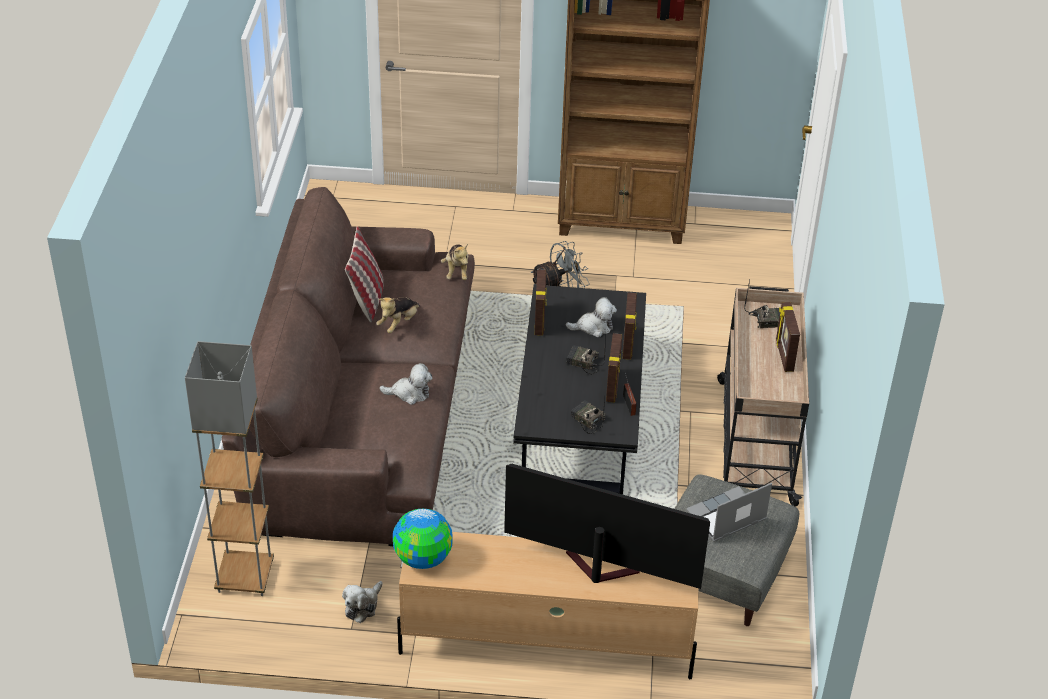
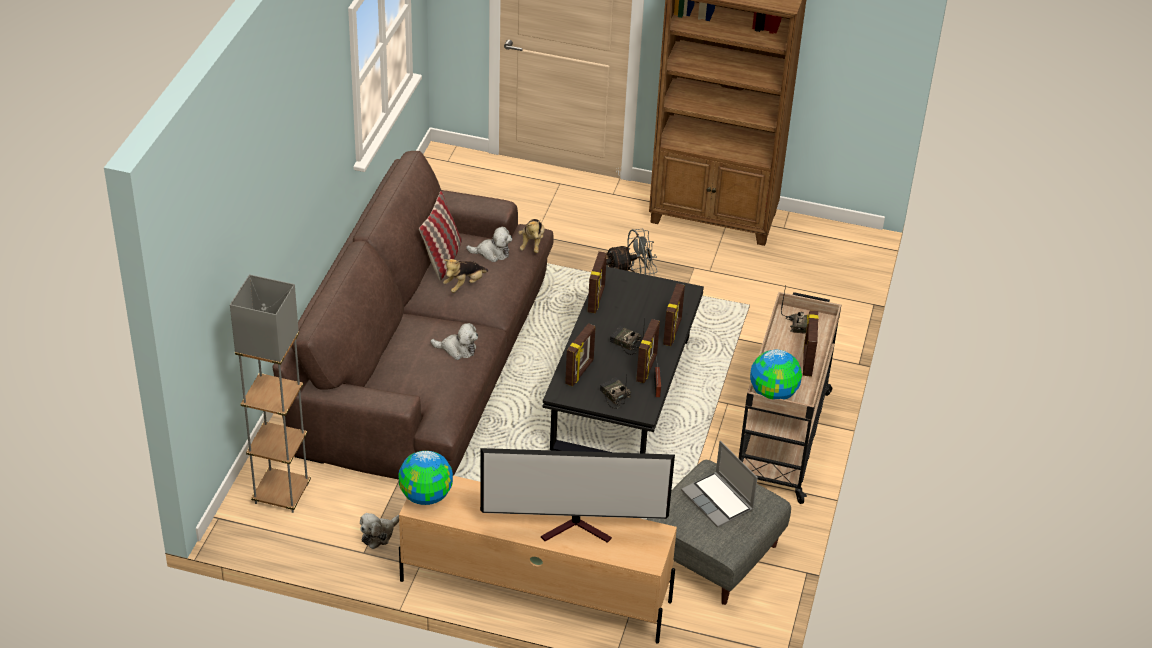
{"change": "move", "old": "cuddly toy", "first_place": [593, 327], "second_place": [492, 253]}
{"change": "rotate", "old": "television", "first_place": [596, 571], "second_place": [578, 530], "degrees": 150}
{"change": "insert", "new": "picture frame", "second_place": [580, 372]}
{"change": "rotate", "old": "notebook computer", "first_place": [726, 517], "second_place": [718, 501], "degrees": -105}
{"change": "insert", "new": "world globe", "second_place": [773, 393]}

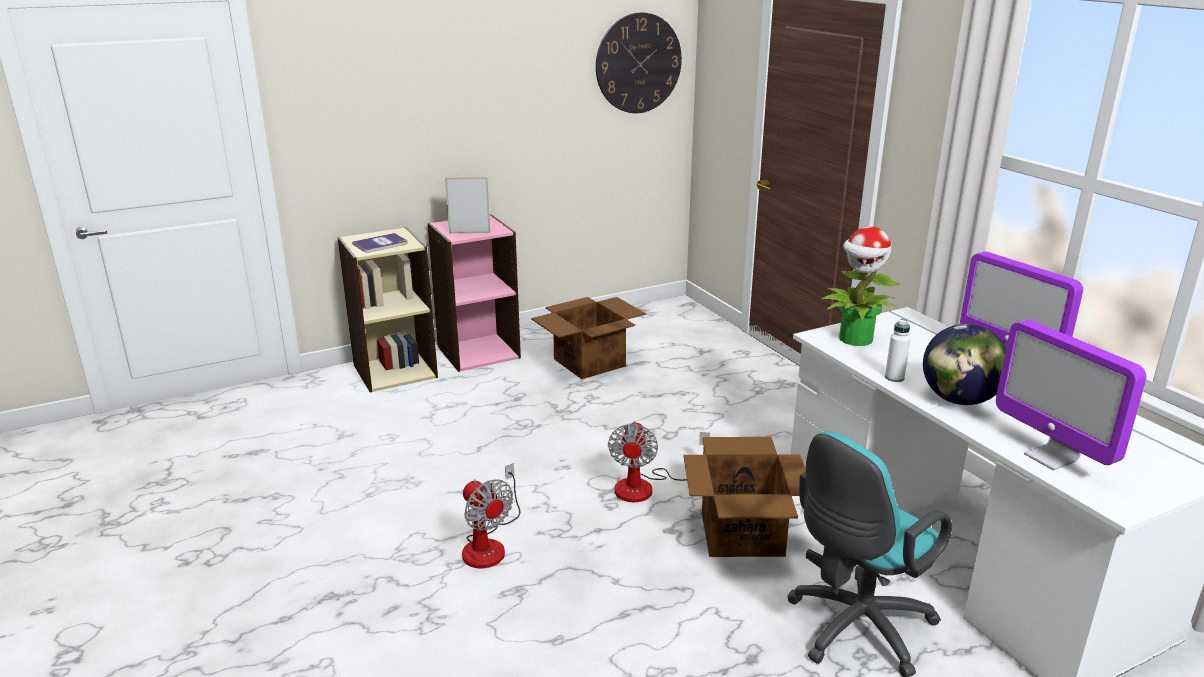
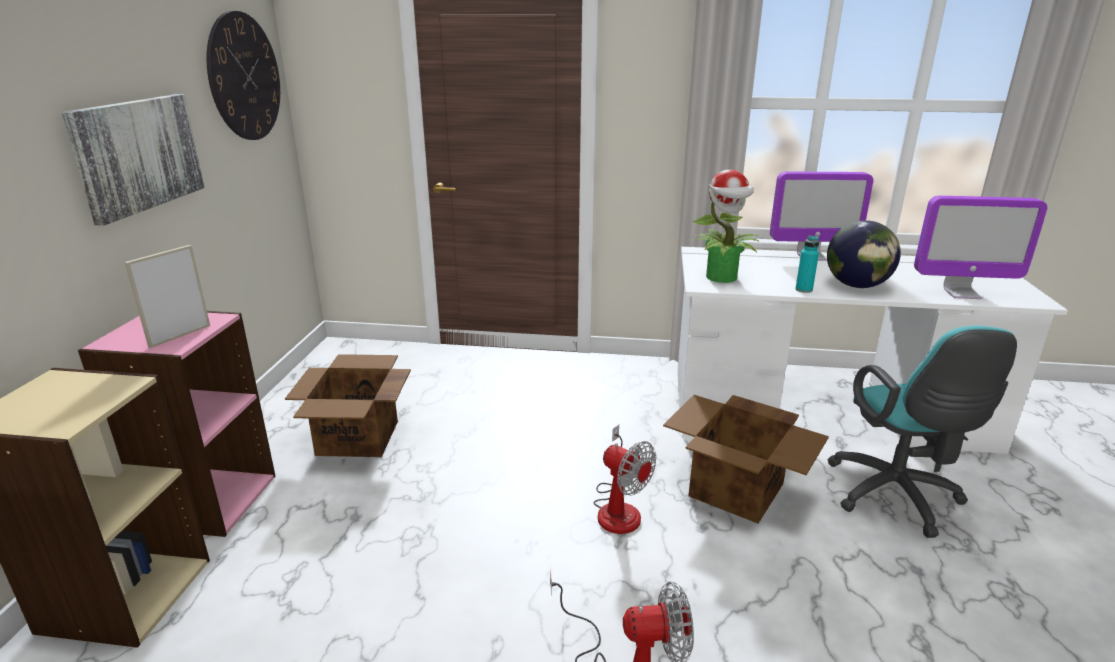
{"change": "insert", "new": "wall art", "second_place": [138, 154]}
{"change": "recolor", "old": "white bottle", "new": "turquoise bottle", "first_place": [894, 378], "second_place": [803, 290]}
{"change": "delete", "old": "book", "first_place": [380, 244]}

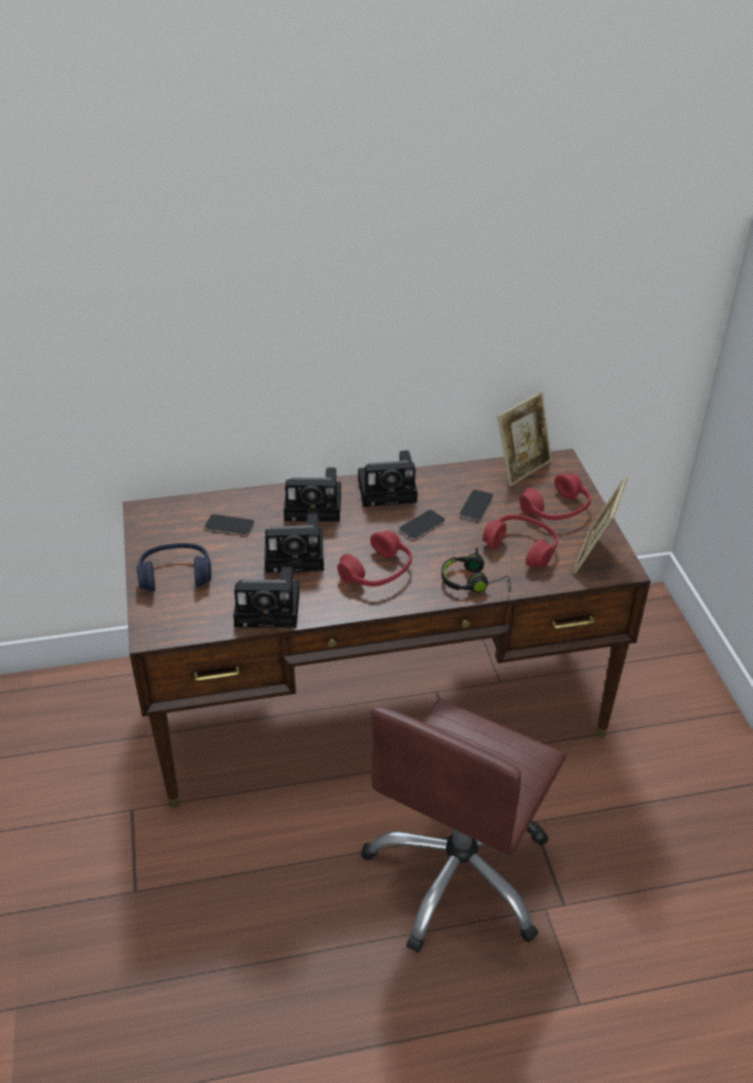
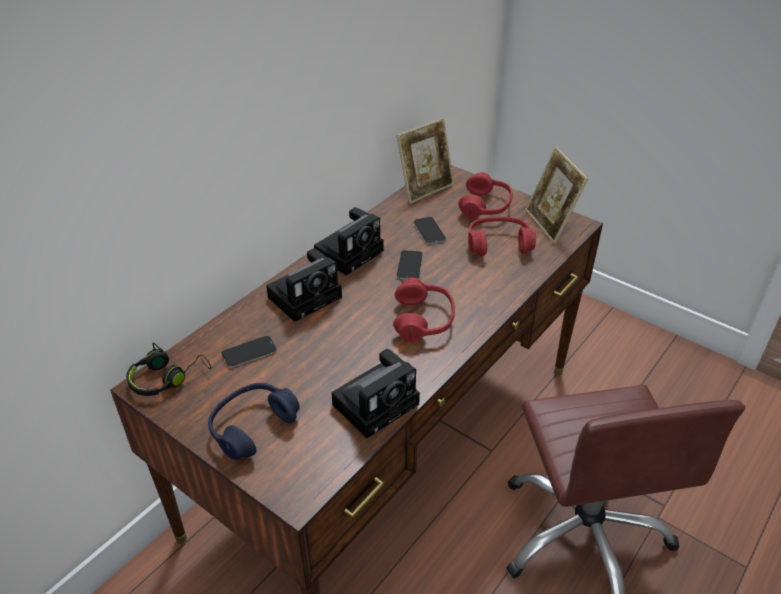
{"change": "move", "old": "blackish pair of headphones", "first_place": [474, 582], "second_place": [167, 378]}
{"change": "rotate", "old": "picture frame", "first_place": [522, 468], "second_place": [425, 189], "degrees": 45}
{"change": "delete", "old": "photo camera", "first_place": [297, 555]}

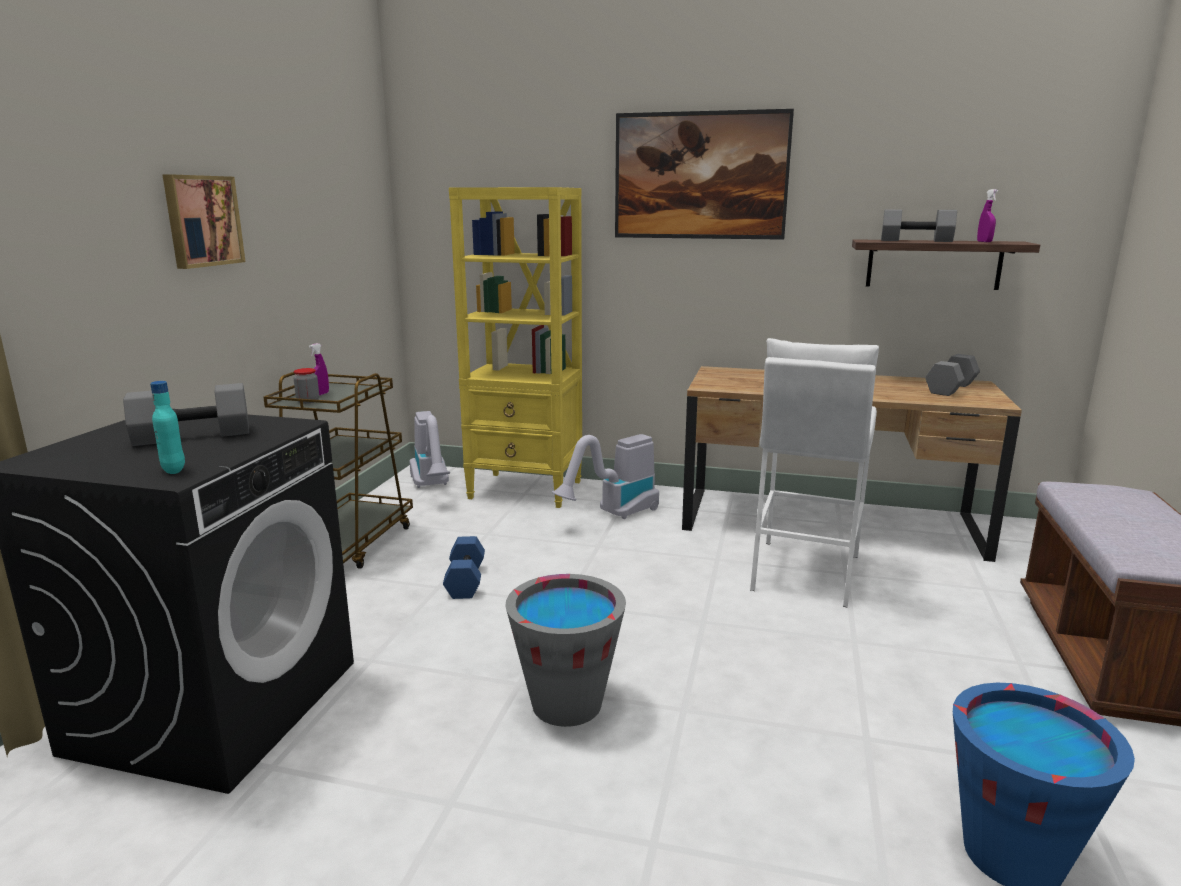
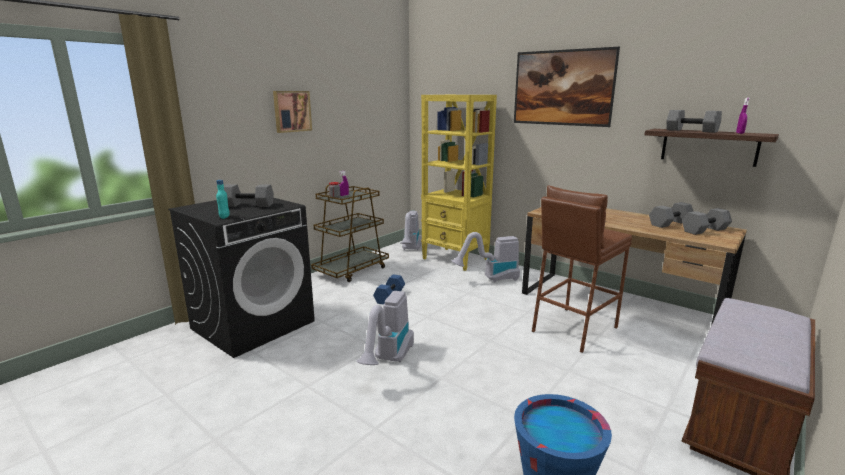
{"change": "replace", "old": "greyish water bucket", "new": "hoover", "first_place": [566, 704], "second_place": [388, 360]}
{"change": "recolor", "old": "white stool", "new": "brown stool", "first_place": [804, 572], "second_place": [573, 329]}
{"change": "insert", "new": "greyish free weight", "second_place": [669, 223]}

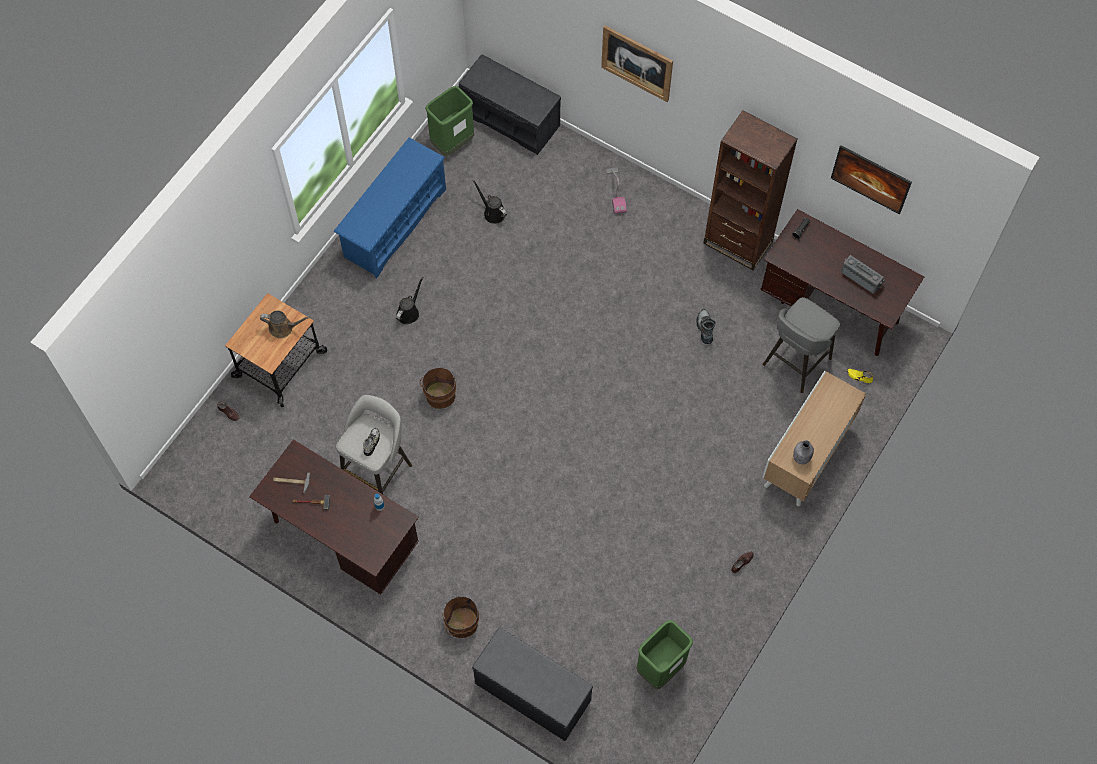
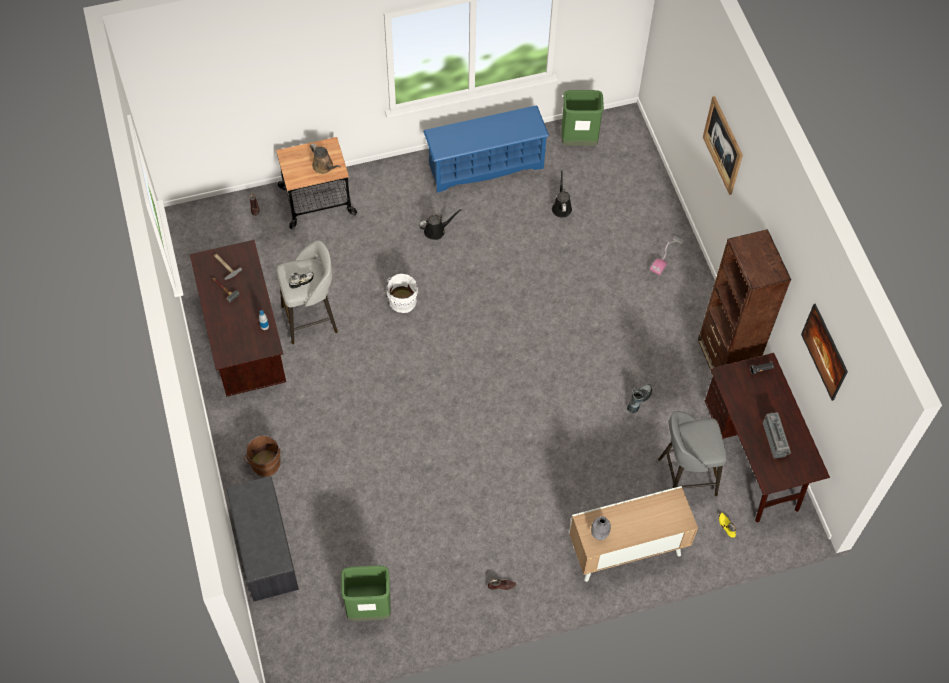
{"change": "recolor", "old": "brown water bucket", "new": "white water bucket", "first_place": [440, 393], "second_place": [403, 300]}
{"change": "delete", "old": "greyish indoor bench", "first_place": [511, 119]}

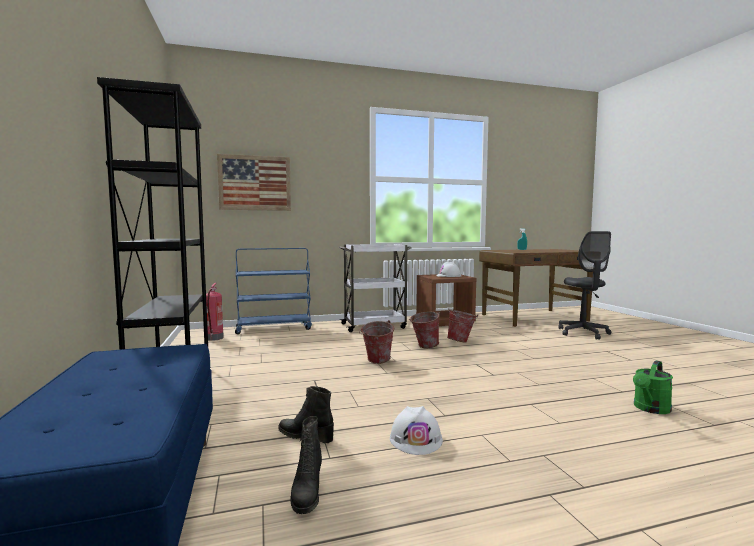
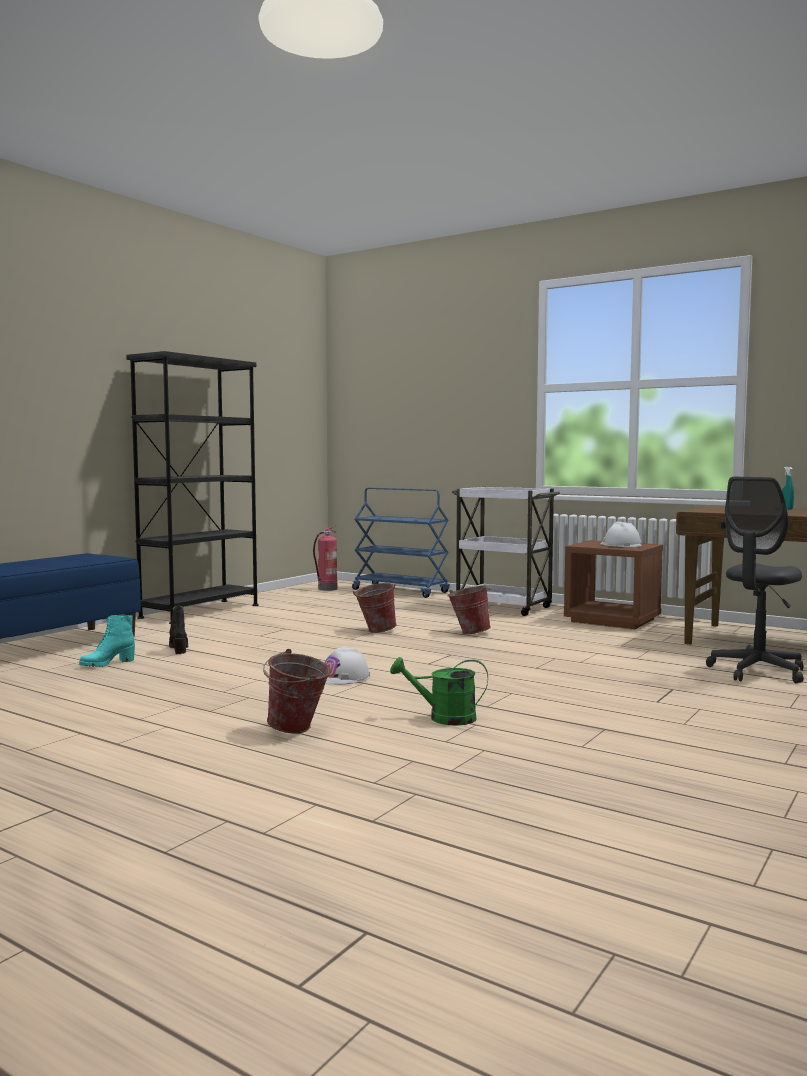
{"change": "recolor", "old": "blackish tall boot", "new": "turquoise tall boot", "first_place": [306, 493], "second_place": [107, 664]}
{"change": "move", "old": "water bucket", "first_place": [462, 341], "second_place": [297, 730]}
{"change": "move", "old": "white hard hat", "first_place": [416, 439], "second_place": [343, 678]}
{"change": "delete", "old": "wall art", "first_place": [255, 183]}

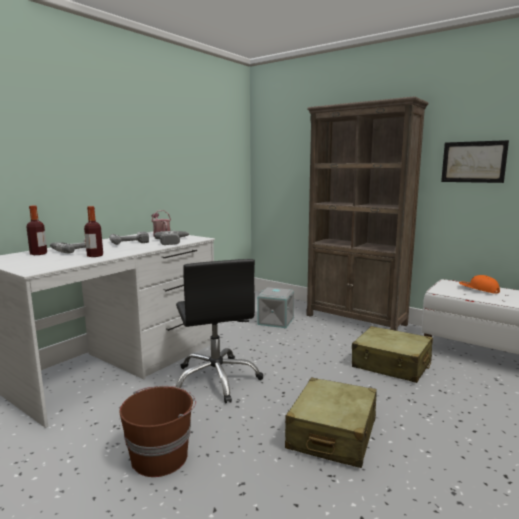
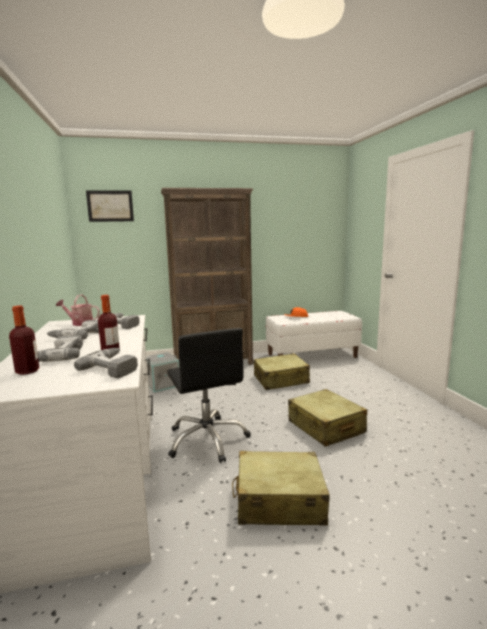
{"change": "insert", "new": "power drill", "second_place": [115, 367]}
{"change": "move", "old": "wall art", "first_place": [473, 162], "second_place": [110, 206]}
{"change": "rotate", "old": "blackish computer chair", "first_place": [216, 379], "second_place": [207, 439], "degrees": 45}
{"change": "replace", "old": "brown water bucket", "new": "sand-coloured travel case", "first_place": [161, 457], "second_place": [279, 501]}

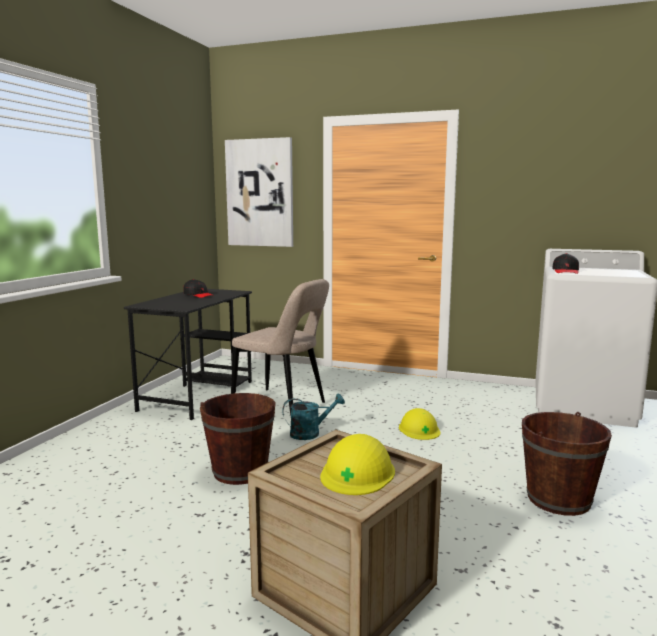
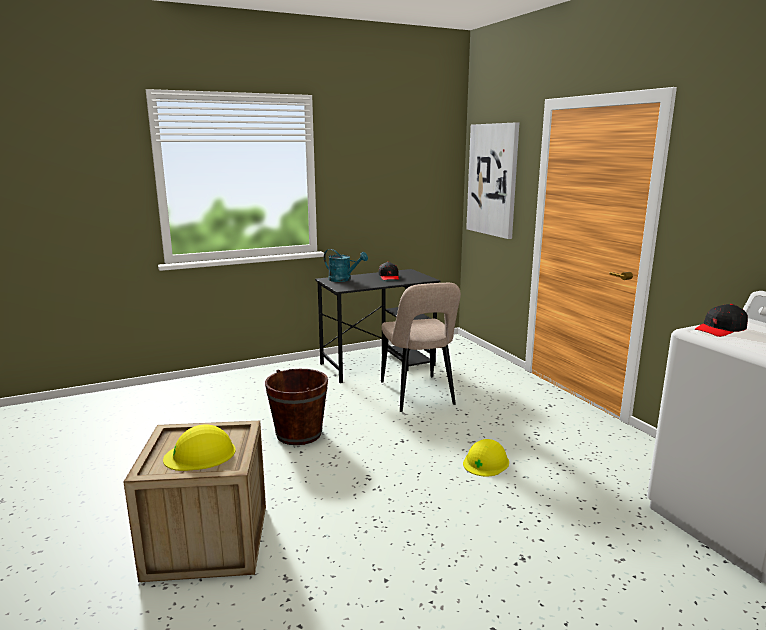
{"change": "move", "old": "turquoise sprinkling can", "first_place": [310, 433], "second_place": [343, 280]}
{"change": "delete", "old": "brown water bucket", "first_place": [558, 499]}

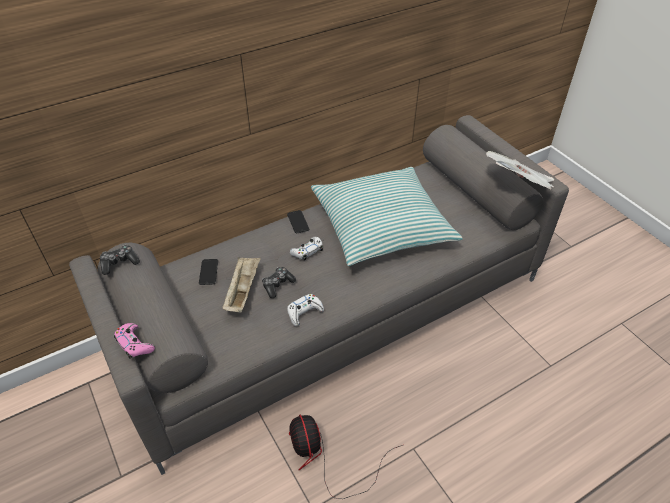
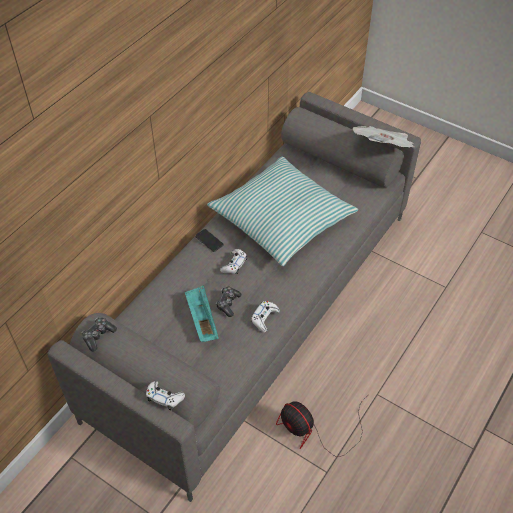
{"change": "recolor", "old": "pink-coloured joypad", "new": "white joypad", "first_place": [134, 344], "second_place": [164, 397]}
{"change": "recolor", "old": "sand-coloured carrying tray", "new": "turquoise carrying tray", "first_place": [242, 290], "second_place": [201, 319]}
{"change": "delete", "old": "handset", "first_place": [208, 272]}

